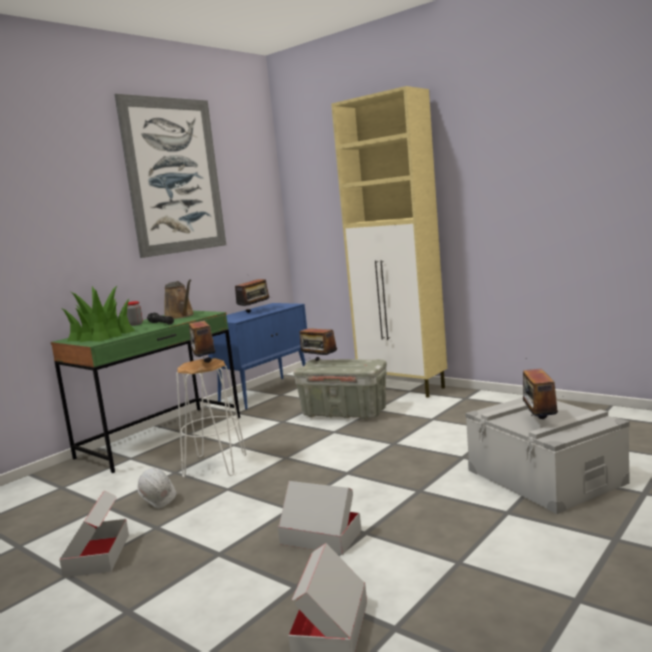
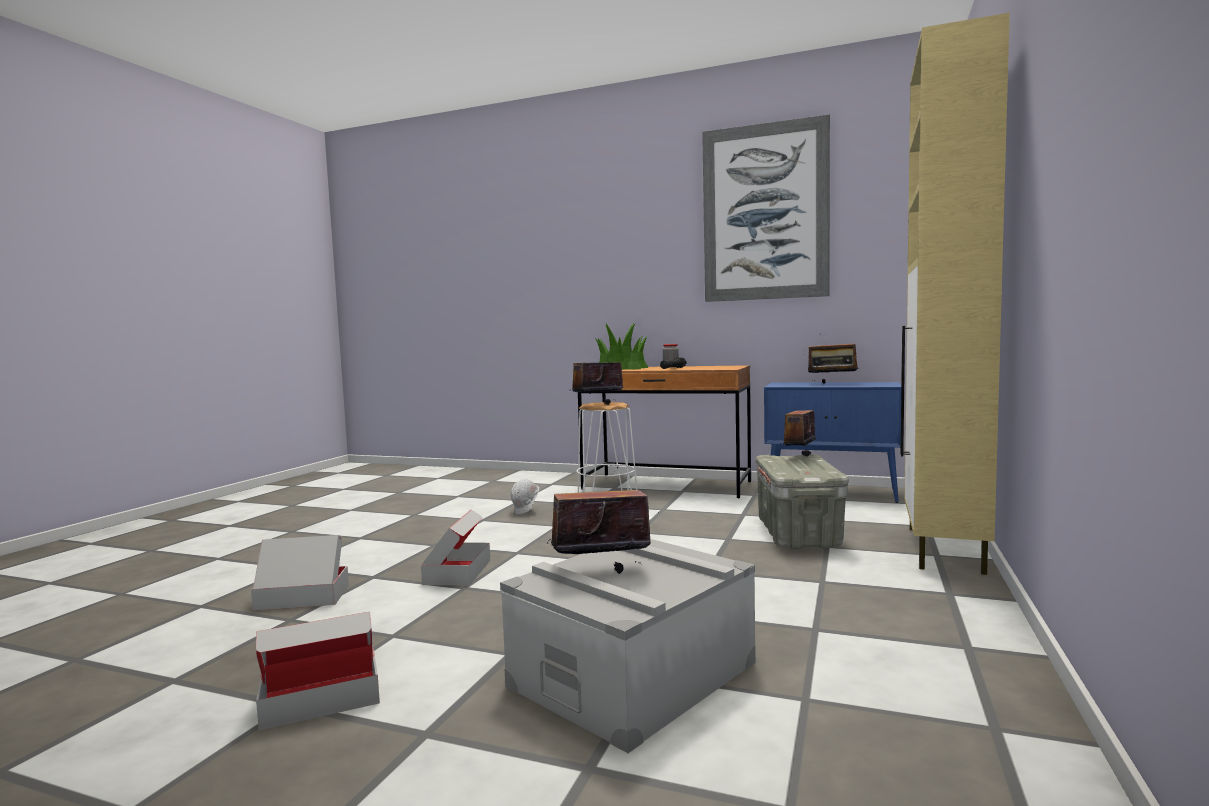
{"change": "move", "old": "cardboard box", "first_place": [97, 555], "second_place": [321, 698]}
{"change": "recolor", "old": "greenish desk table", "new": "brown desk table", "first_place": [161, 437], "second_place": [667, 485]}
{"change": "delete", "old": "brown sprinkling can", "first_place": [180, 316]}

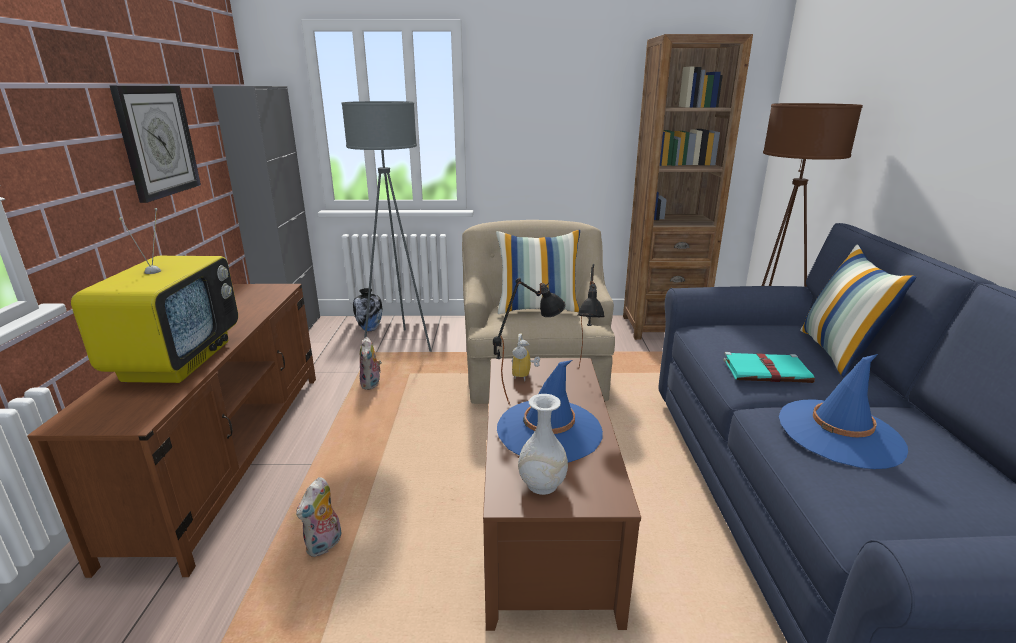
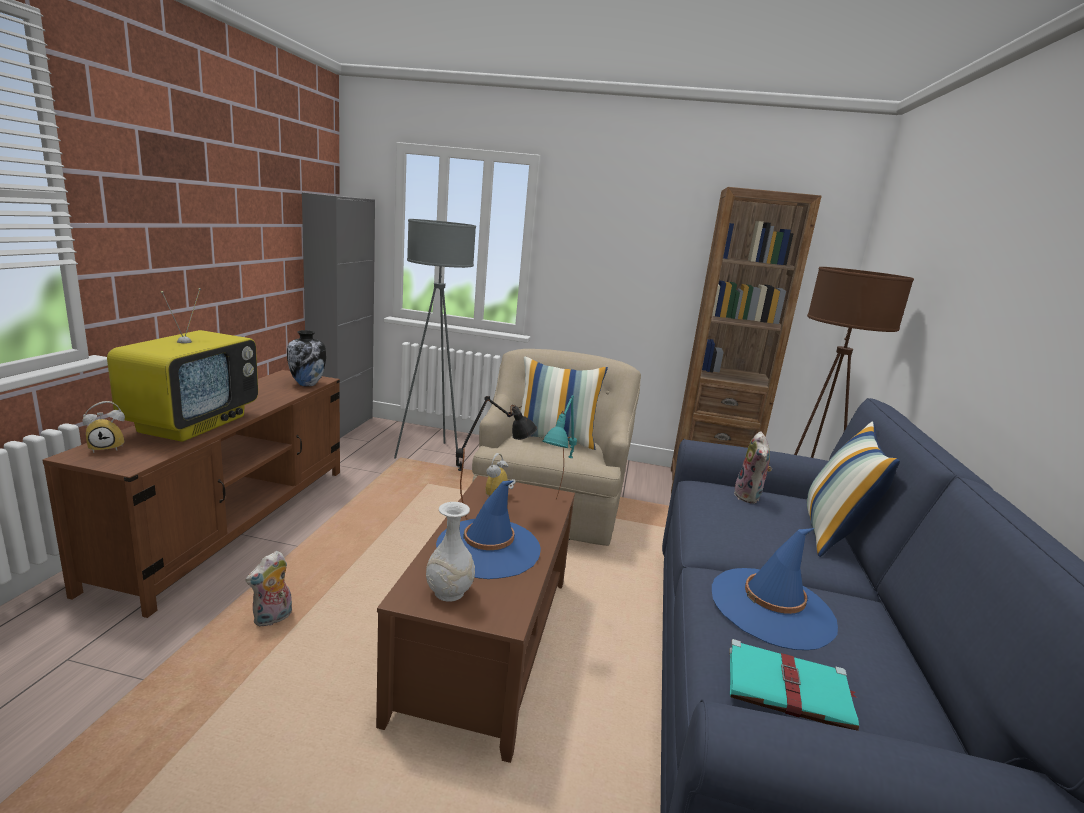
{"change": "insert", "new": "bedside clock", "second_place": [108, 447]}
{"change": "move", "old": "flower vase", "first_place": [370, 329], "second_place": [307, 384]}
{"change": "recolor", "old": "blackish table lamp", "new": "turquoise table lamp", "first_place": [587, 381], "second_place": [555, 512]}
{"change": "move", "old": "turquoise book", "first_place": [767, 371], "second_place": [790, 690]}
{"change": "move", "old": "cuddly toy", "first_place": [372, 384], "second_place": [749, 497]}
{"change": "delete", "old": "hanging clock", "first_place": [157, 141]}

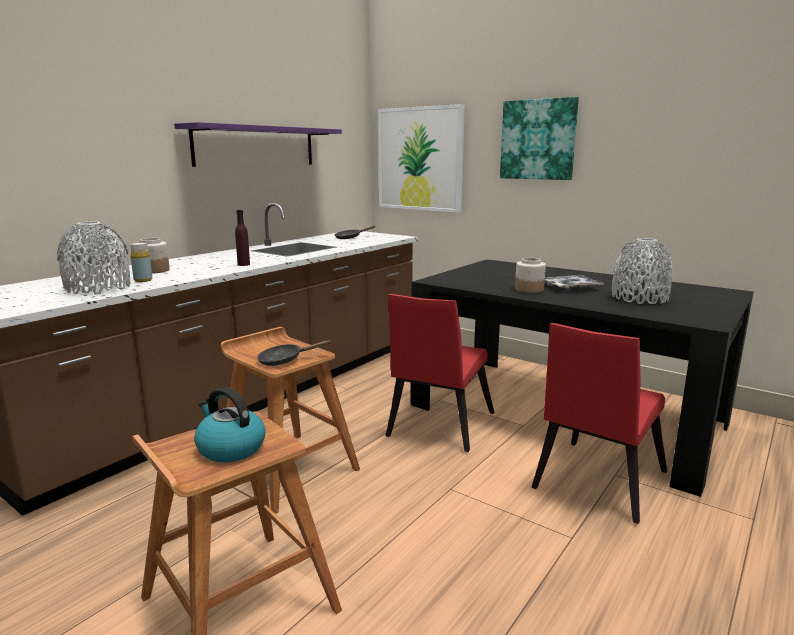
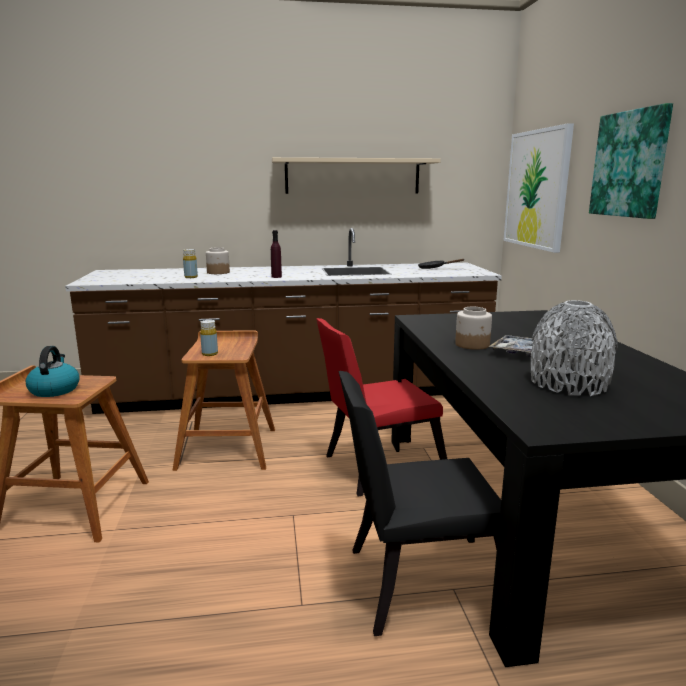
{"change": "replace", "old": "blackish pan", "new": "yellow-coloured bottle", "first_place": [285, 360], "second_place": [210, 354]}
{"change": "recolor", "old": "purple bracket shelf", "new": "sand-coloured bracket shelf", "first_place": [256, 146], "second_place": [352, 176]}
{"change": "recolor", "old": "reddish upright chair", "new": "blackish upright chair", "first_place": [595, 483], "second_place": [416, 582]}
{"change": "delete", "old": "greyish flower vase", "first_place": [98, 288]}

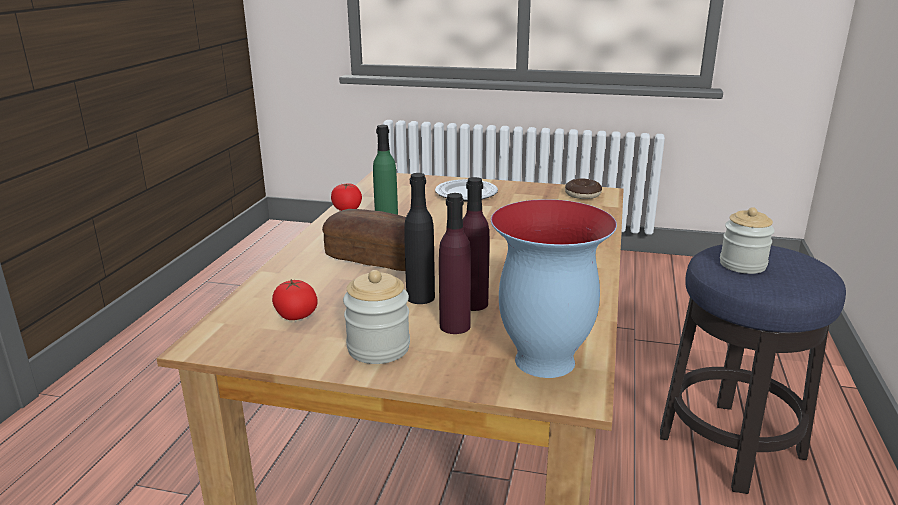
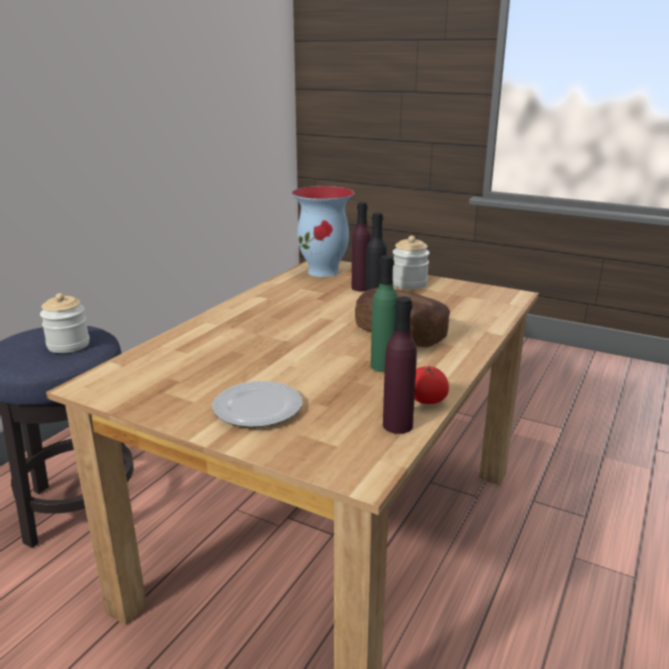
{"change": "move", "old": "purple bottle", "first_place": [473, 304], "second_place": [397, 425]}
{"change": "delete", "old": "whole tomato", "first_place": [296, 316]}
{"change": "delete", "old": "ring doughnut", "first_place": [582, 195]}

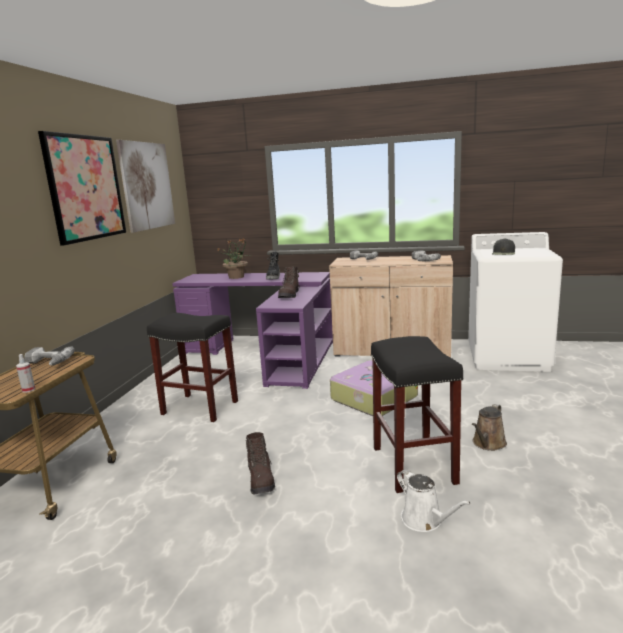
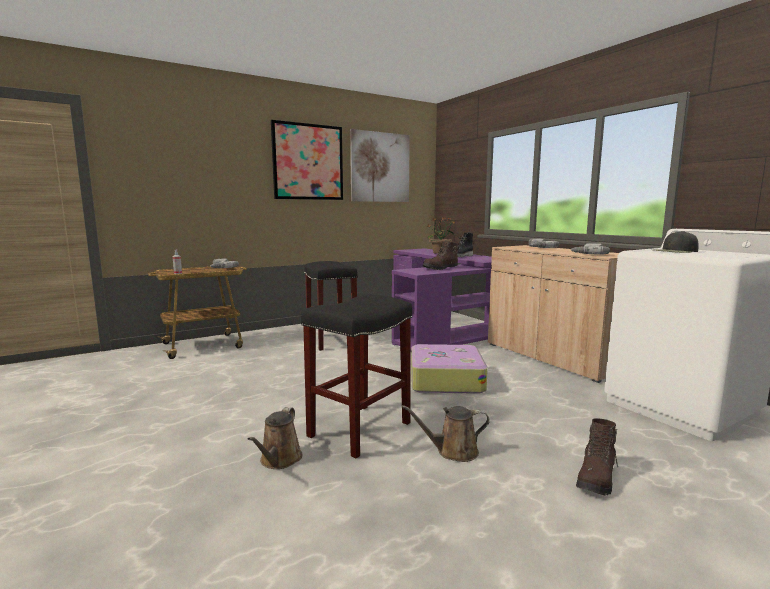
{"change": "recolor", "old": "white sprinkling can", "new": "brown sprinkling can", "first_place": [425, 520], "second_place": [279, 460]}
{"change": "move", "old": "brown tall boot", "first_place": [261, 480], "second_place": [596, 478]}

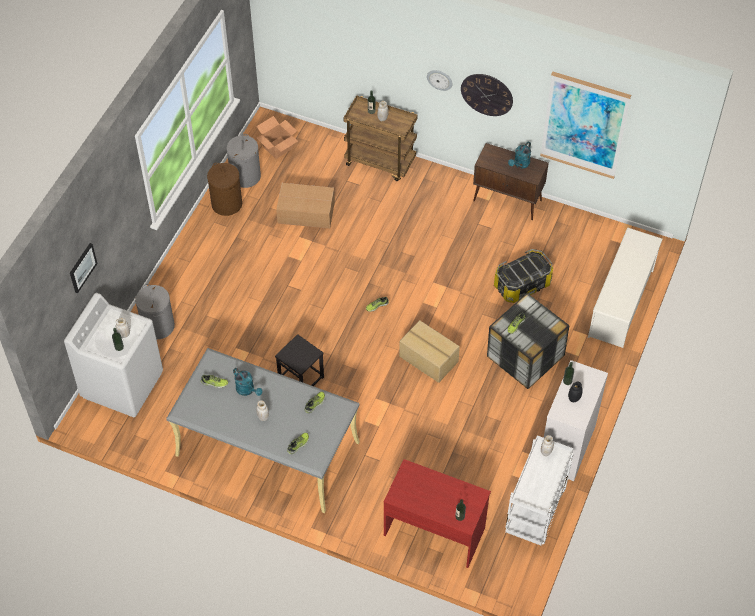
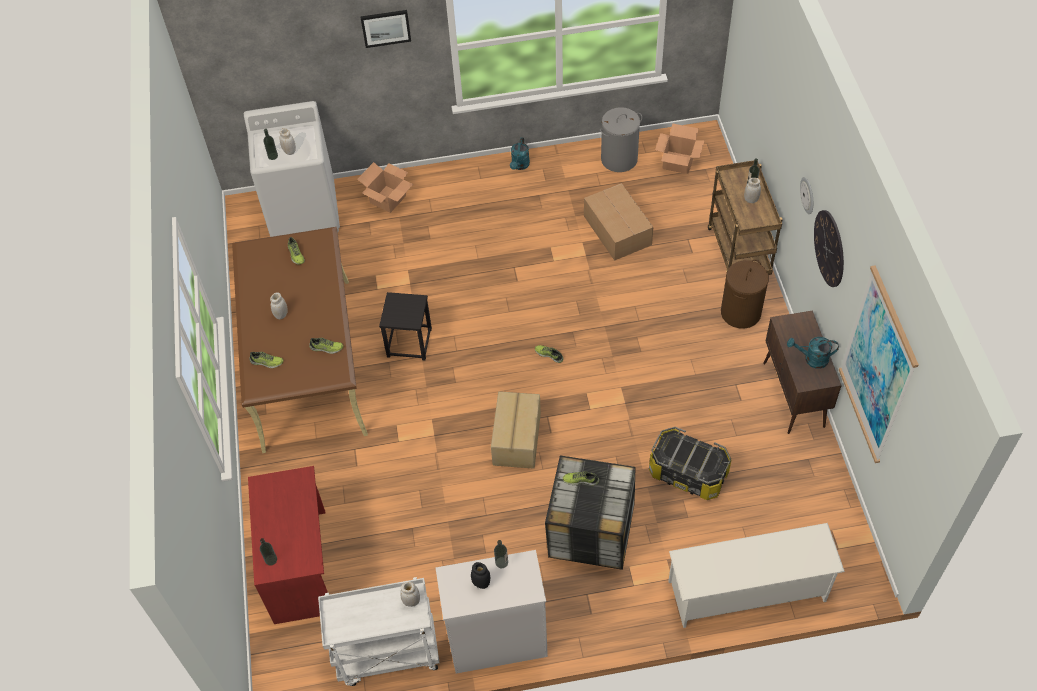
{"change": "recolor", "old": "greyish desk table", "new": "brown desk table", "first_place": [267, 448], "second_place": [307, 362]}
{"change": "replace", "old": "greyish washing basket", "new": "cardboard box", "first_place": [158, 326], "second_place": [388, 199]}
{"change": "move", "old": "wall art", "first_place": [82, 267], "second_place": [385, 28]}
{"change": "move", "old": "turquoise sprinkling can", "first_place": [247, 390], "second_place": [519, 166]}
{"change": "move", "old": "brown washing basket", "first_place": [227, 204], "second_place": [740, 313]}

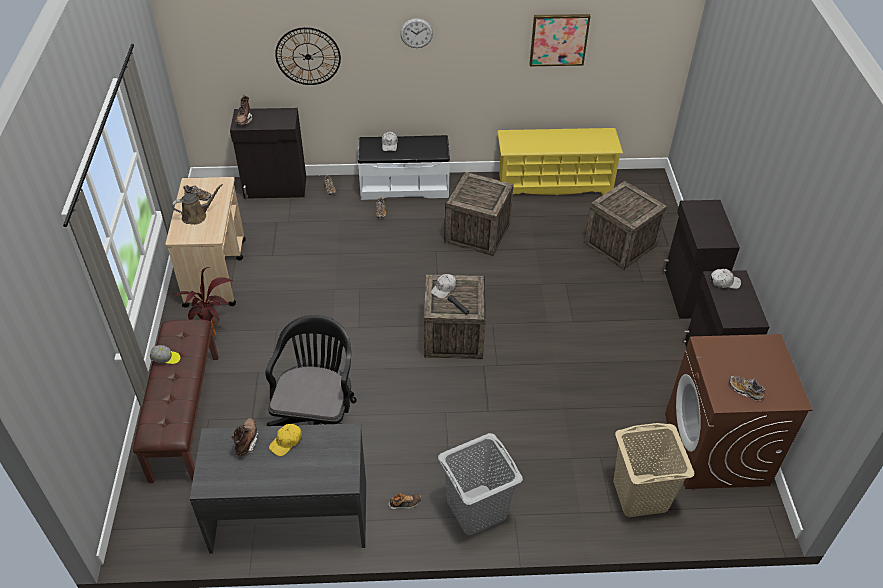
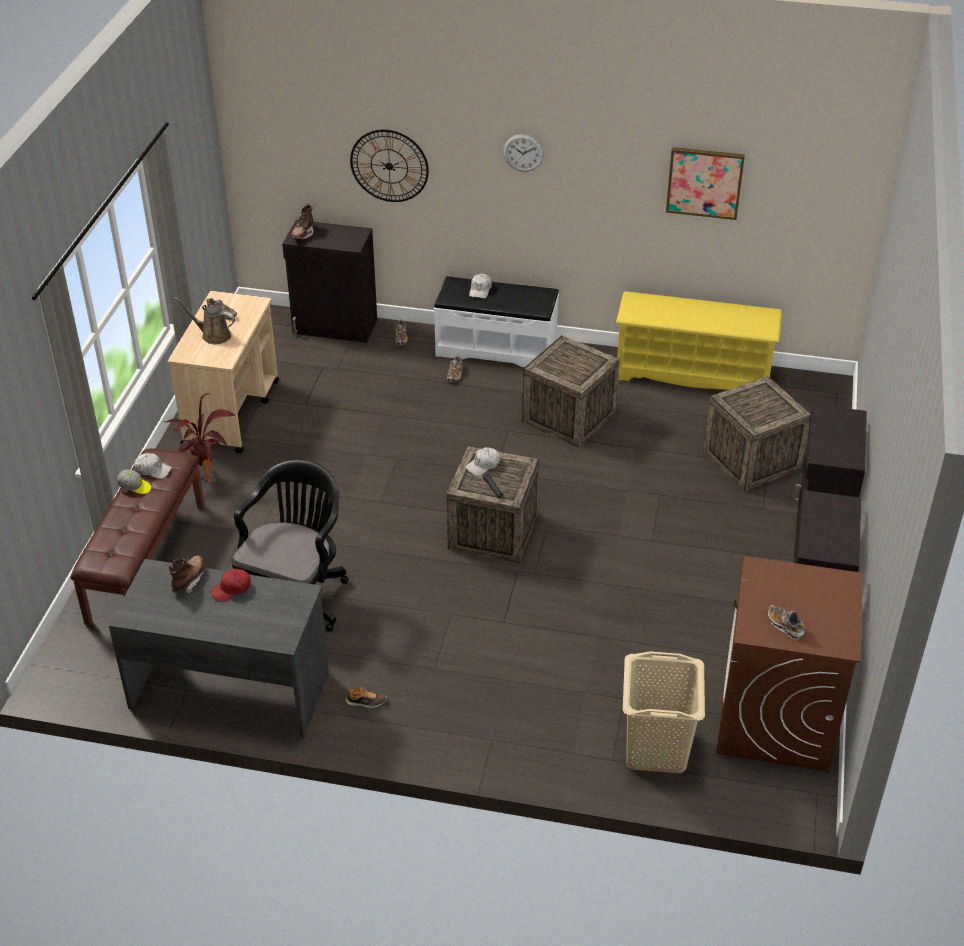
{"change": "move", "old": "white cap", "first_place": [724, 282], "second_place": [153, 470]}
{"change": "rotate", "old": "brown sprinkling can", "first_place": [197, 216], "second_place": [213, 335], "degrees": -150}
{"change": "recolor", "old": "yellow-coloured cap", "new": "reddish cap", "first_place": [286, 442], "second_place": [231, 589]}
{"change": "delete", "old": "greyish washing basket", "first_place": [477, 510]}

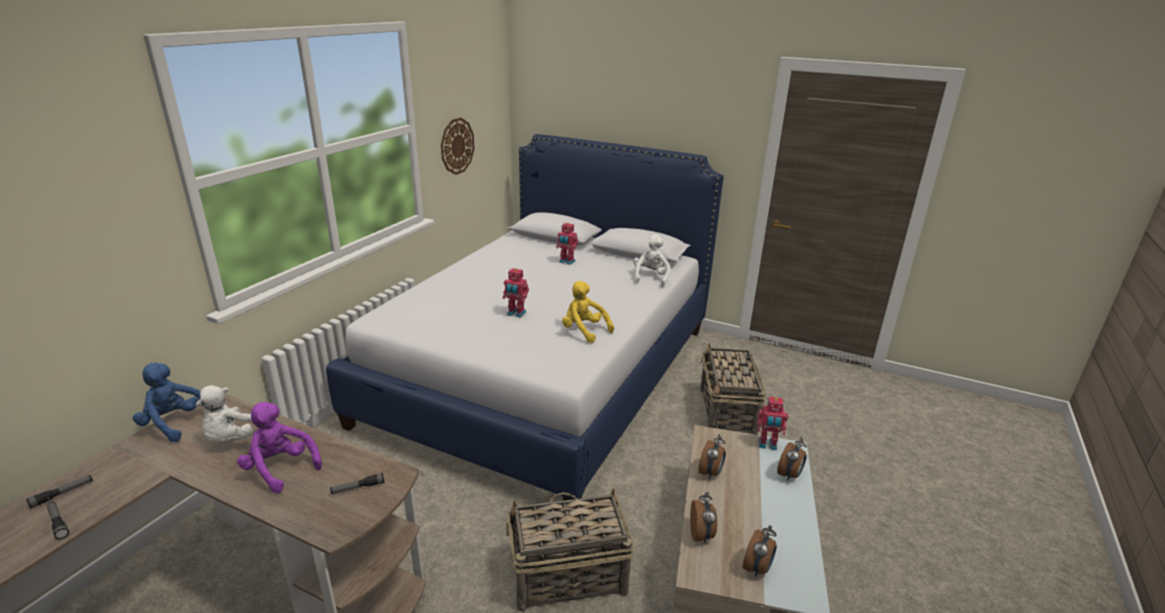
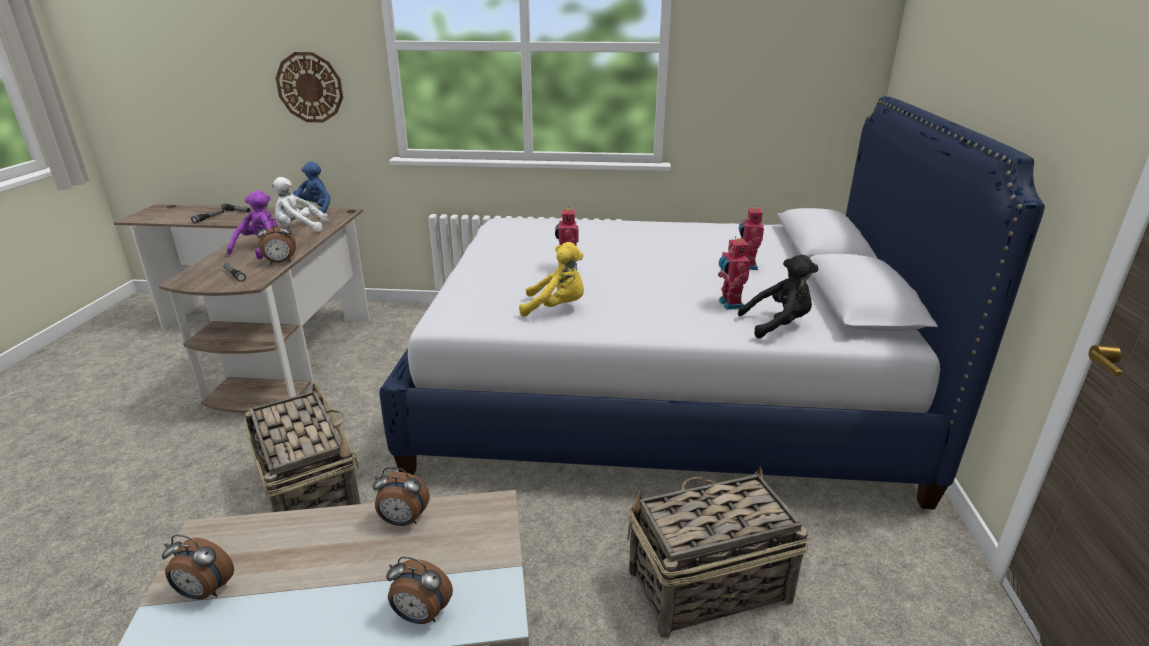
{"change": "move", "old": "bedside clock", "first_place": [701, 535], "second_place": [280, 263]}
{"change": "move", "old": "hanging clock", "first_place": [457, 146], "second_place": [310, 87]}
{"change": "rotate", "old": "yellow-coloured cuddly toy", "first_place": [584, 331], "second_place": [556, 308], "degrees": 75}
{"change": "move", "old": "toy robot", "first_place": [767, 445], "second_place": [729, 304]}
{"change": "recolor", "old": "white cuddly toy", "new": "blackish cuddly toy", "first_place": [650, 277], "second_place": [778, 325]}

